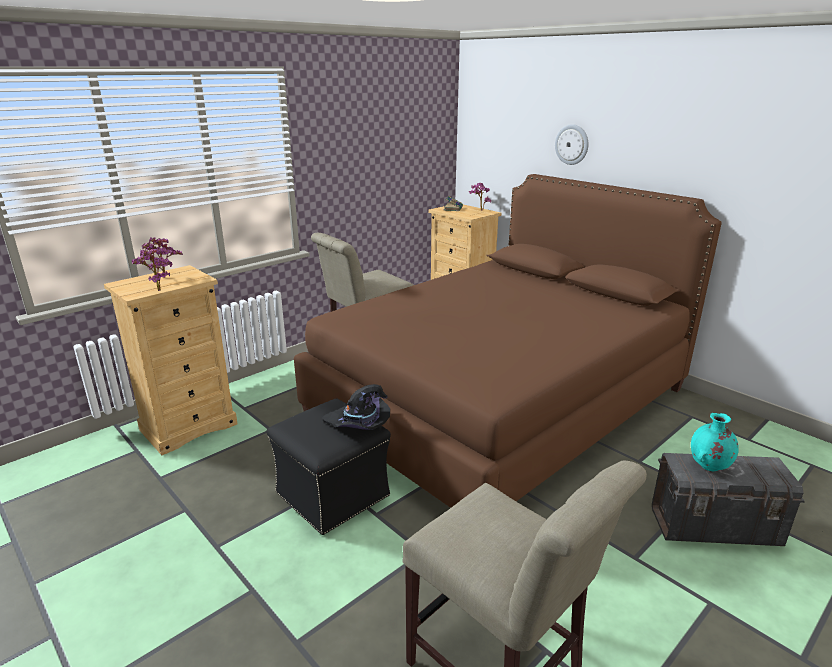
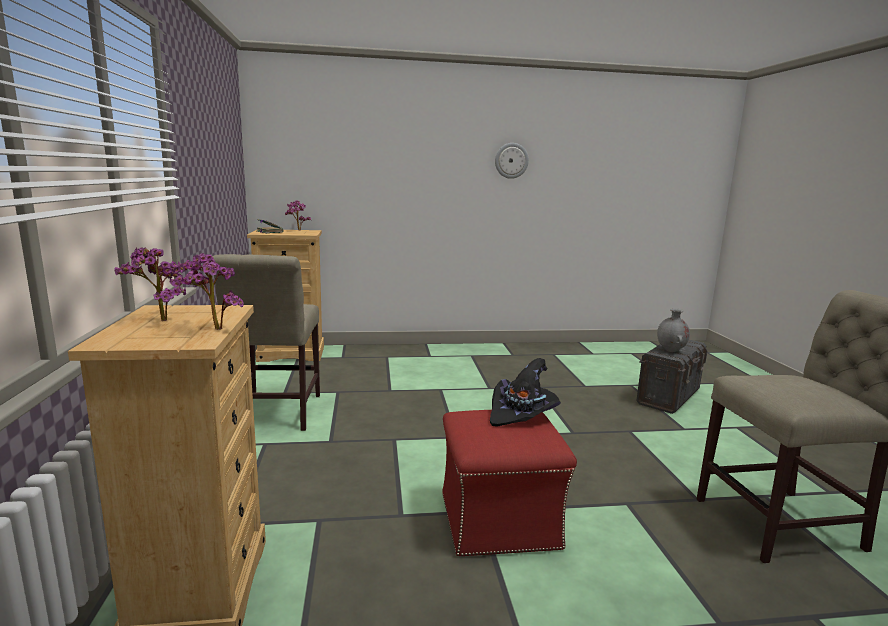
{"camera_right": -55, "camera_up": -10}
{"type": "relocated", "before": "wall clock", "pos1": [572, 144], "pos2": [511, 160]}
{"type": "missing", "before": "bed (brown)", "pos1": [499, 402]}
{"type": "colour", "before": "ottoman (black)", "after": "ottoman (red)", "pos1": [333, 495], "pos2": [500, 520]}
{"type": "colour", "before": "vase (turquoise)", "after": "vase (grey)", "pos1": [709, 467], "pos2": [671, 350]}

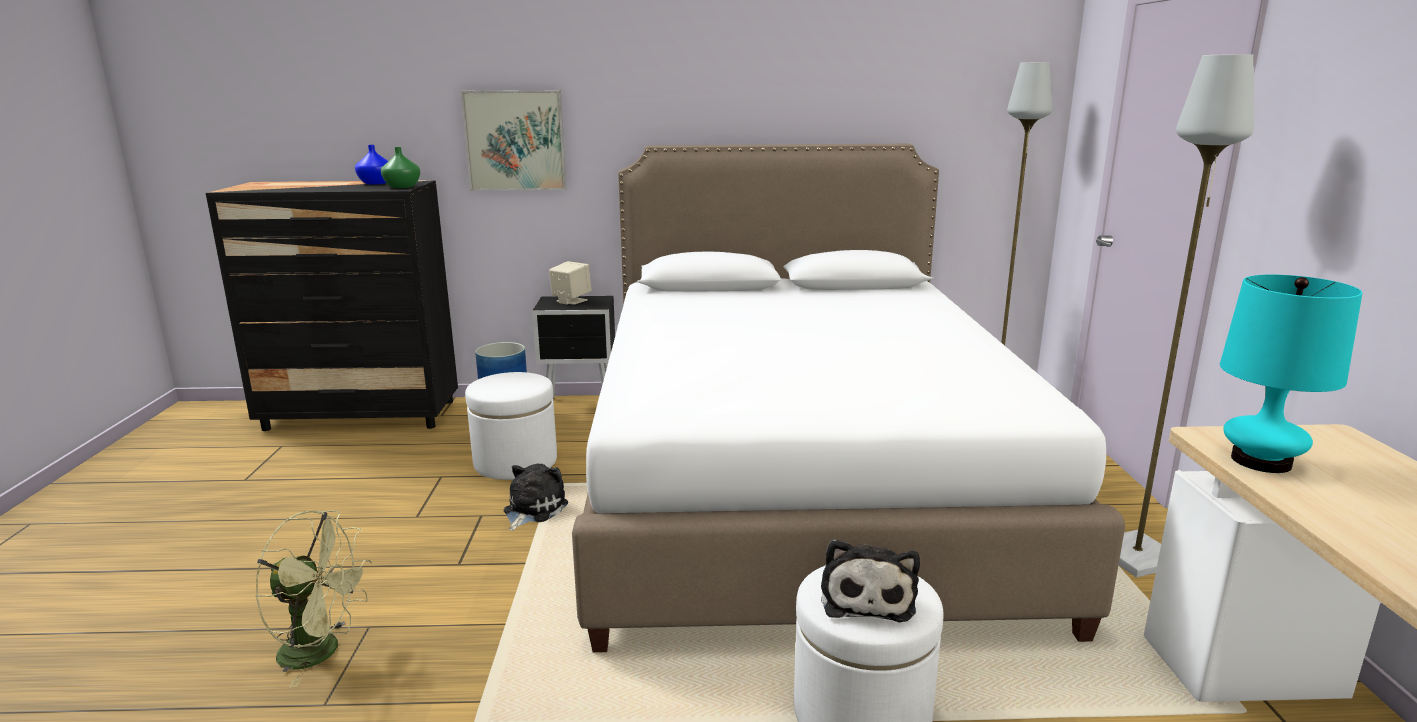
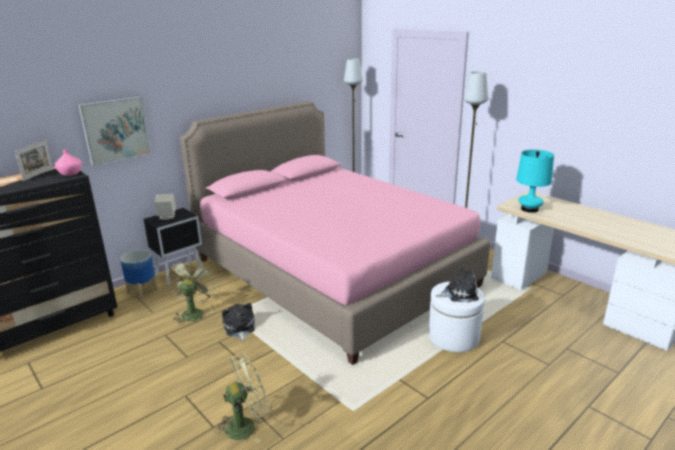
{"camera_right": -40, "camera_up": 5}
{"type": "colour", "before": "bed (white)", "after": "bed (pink)", "pos1": [798, 486], "pos2": [332, 272]}
{"type": "exchanged", "before": "vase (blue)", "after": "picture frame", "pos1": [376, 183], "pos2": [38, 174]}
{"type": "colour", "before": "vase (green)", "after": "vase (pink)", "pos1": [401, 187], "pos2": [70, 174]}
{"type": "exchanged", "before": "ottoman (white)", "after": "fan (green)", "pos1": [515, 462], "pos2": [193, 312]}
{"type": "spun", "before": "plush toy", "pos1": [867, 597], "pos2": [459, 293], "turn": -60}

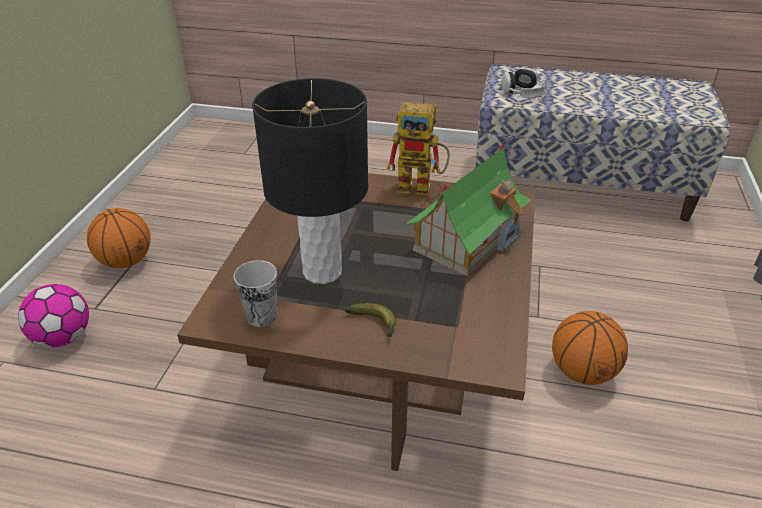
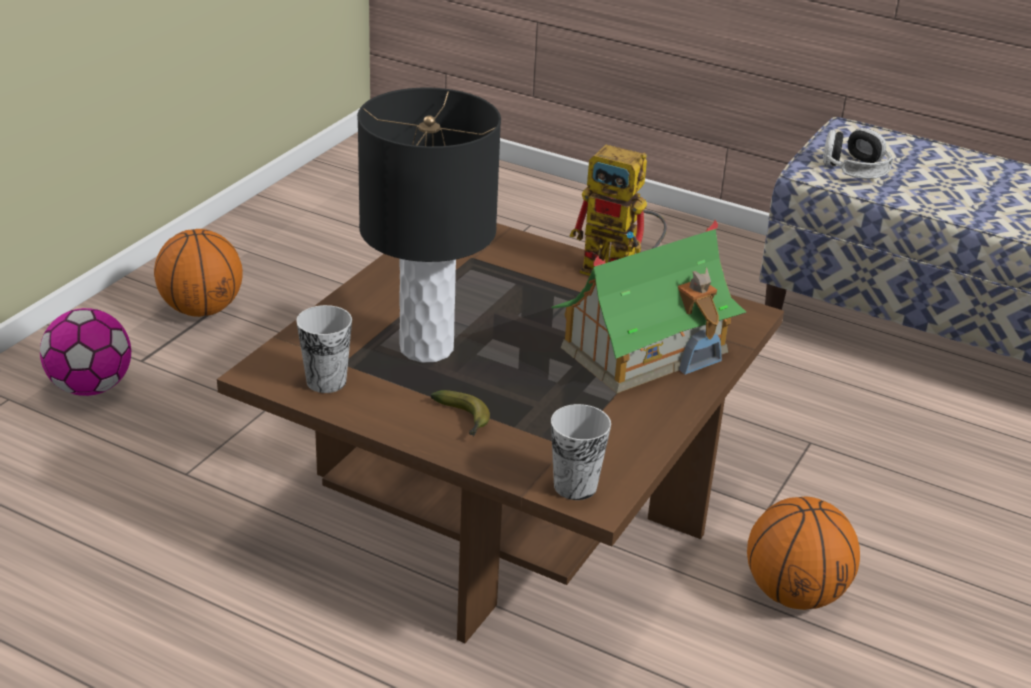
{"camera_right": 15, "camera_up": -5}
{"type": "appeared", "after": "cup", "pos2": [575, 486]}

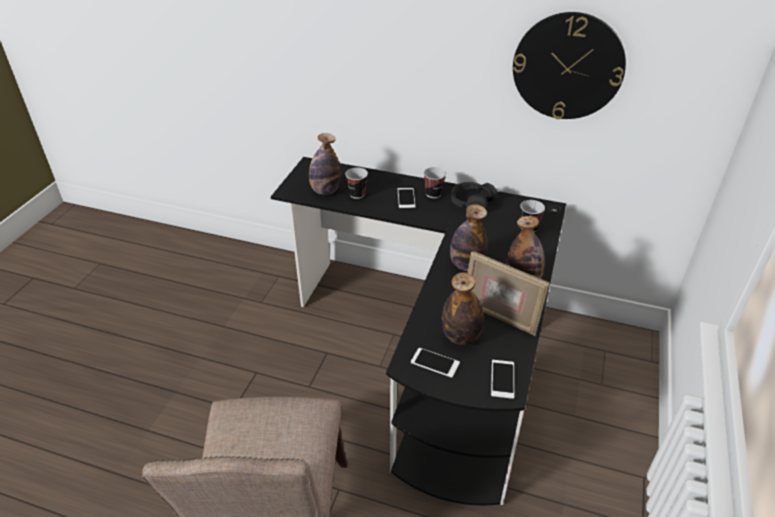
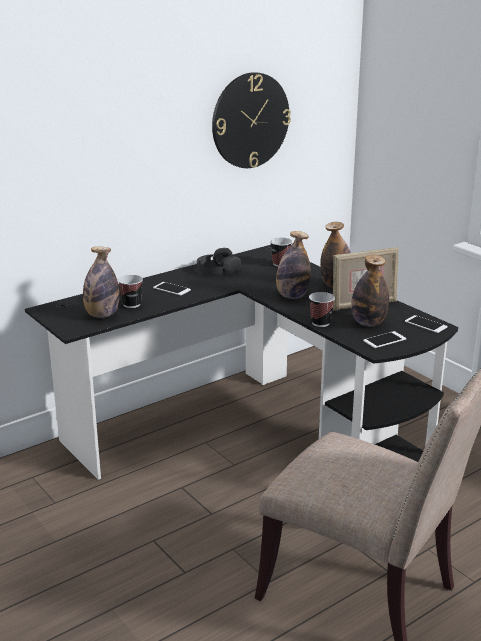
{"camera_right": -55, "camera_up": -15}
{"type": "relocated", "before": "cup", "pos1": [433, 194], "pos2": [320, 323]}

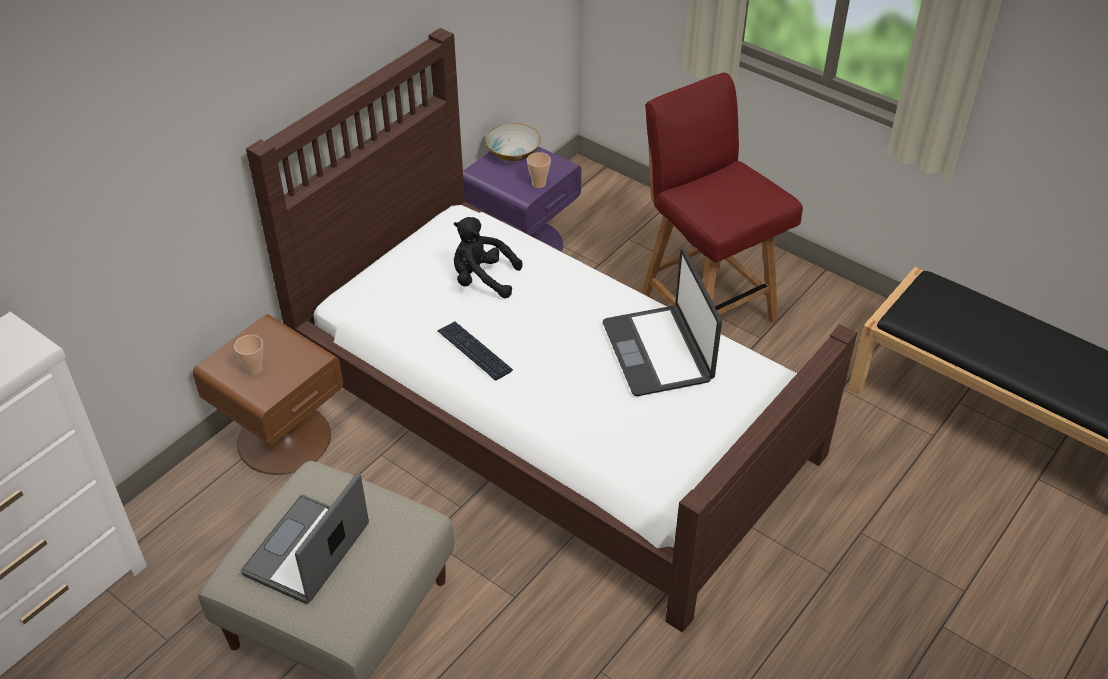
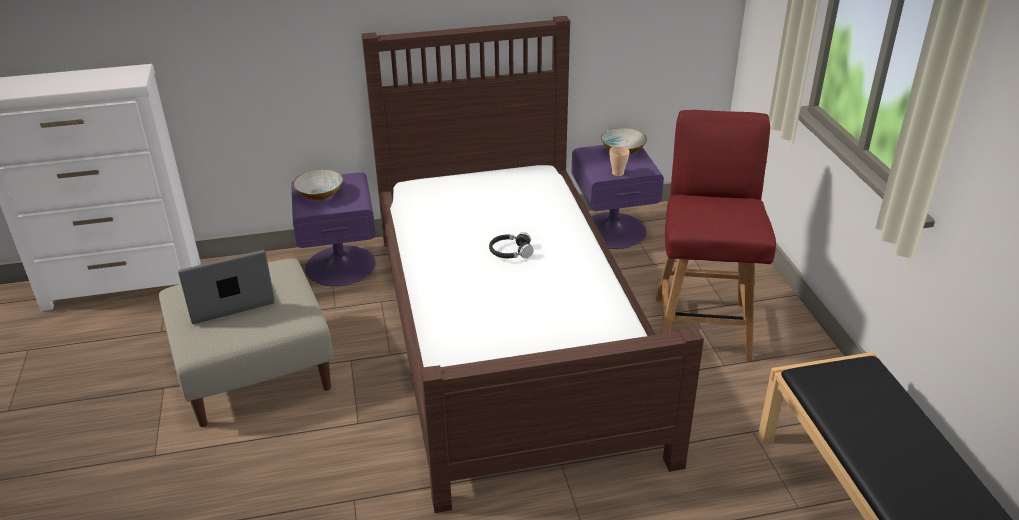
{"camera_right": 40, "camera_up": -10}
{"type": "missing", "before": "plush toy (black)", "pos1": [482, 279]}
{"type": "missing", "before": "laptop", "pos1": [659, 352]}
{"type": "colour", "before": "nightstand (brown)", "after": "nightstand (purple)", "pos1": [283, 437], "pos2": [340, 265]}
{"type": "missing", "before": "keyboard", "pos1": [474, 351]}
{"type": "exchanged", "before": "cup", "after": "bowl", "pos1": [254, 369], "pos2": [319, 195]}
{"type": "appeared", "after": "headphones (black)", "pos2": [510, 252]}

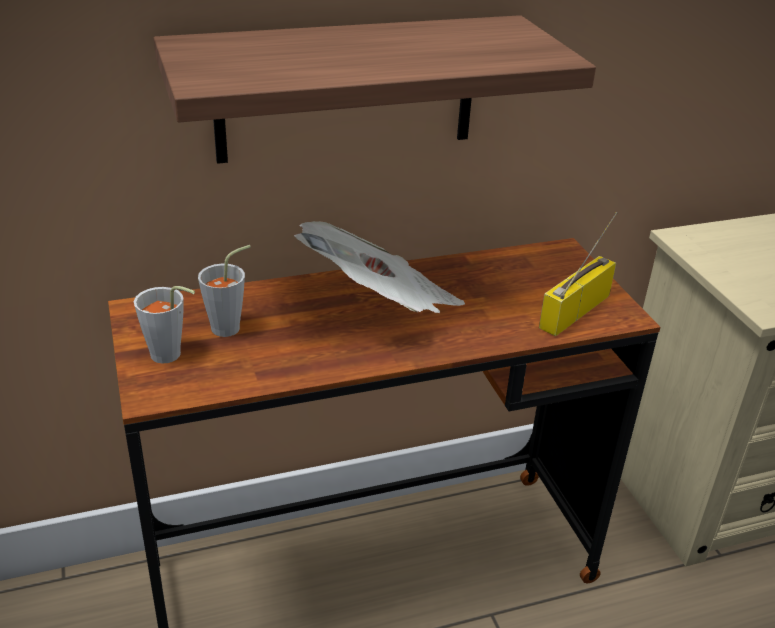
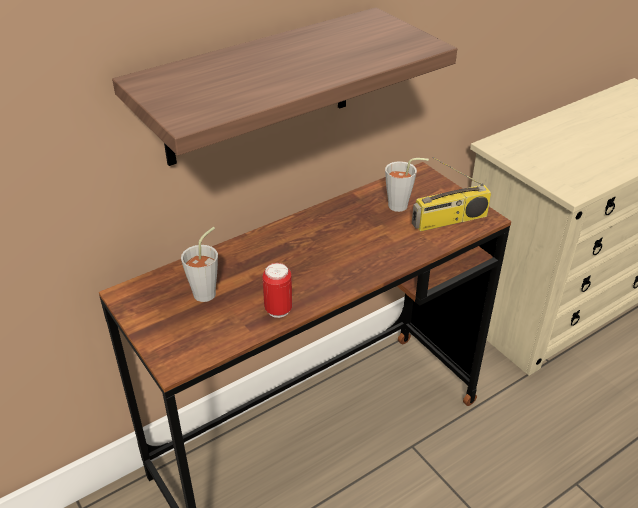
{"camera_right": -15, "camera_up": 5}
{"type": "spun", "before": "radio", "pos1": [575, 310], "pos2": [449, 221], "turn": -135}
{"type": "missing", "before": "newspaper", "pos1": [380, 306]}
{"type": "relocated", "before": "cup (grey)", "pos1": [171, 356], "pos2": [402, 206]}
{"type": "appeared", "after": "can", "pos2": [278, 310]}

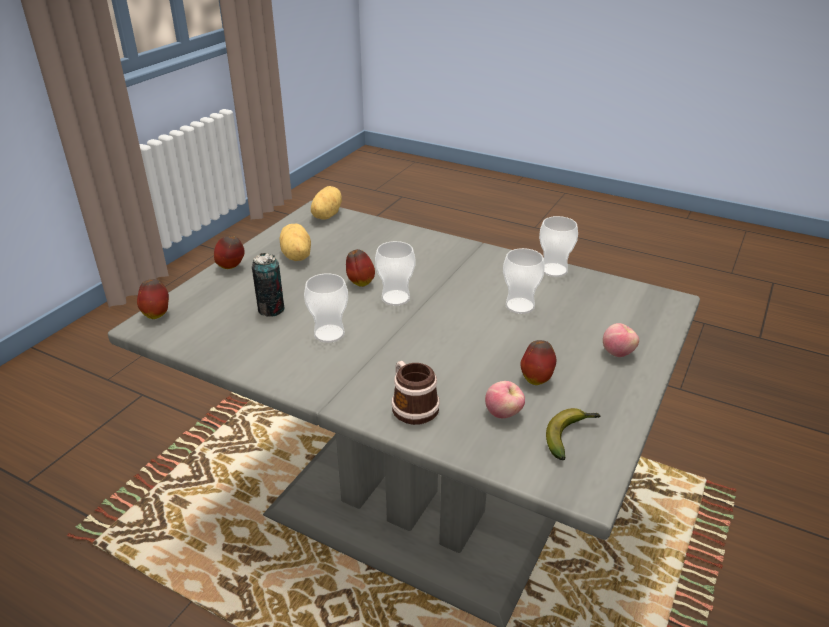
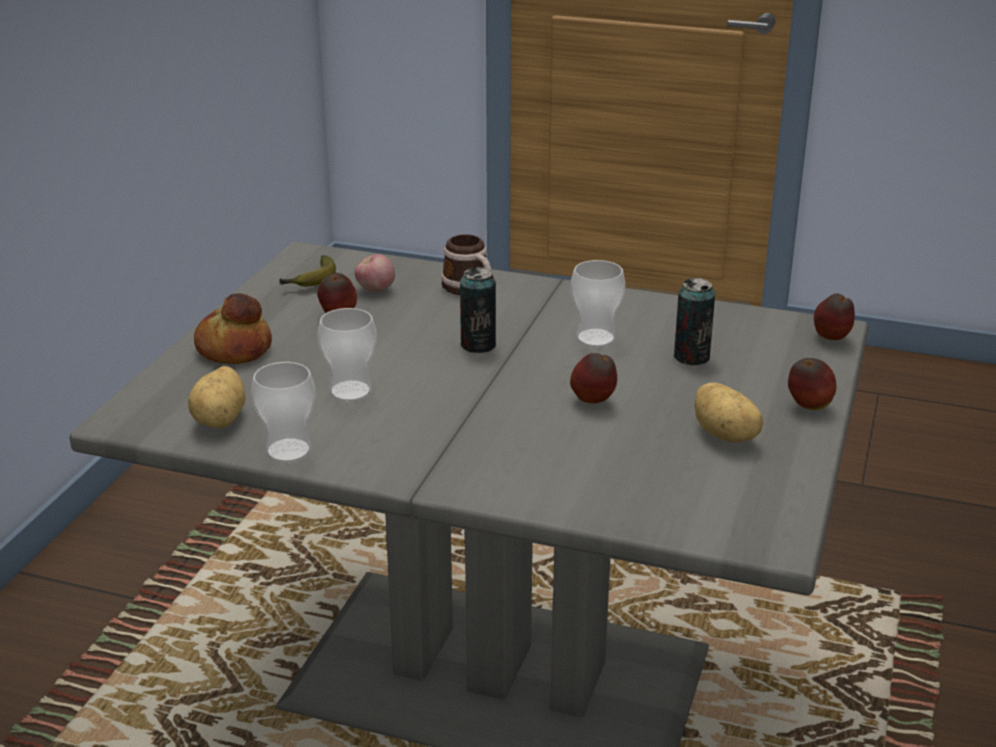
{"camera_right": 170, "camera_up": -5}
{"type": "relocated", "before": "potato", "pos1": [325, 215], "pos2": [222, 419]}
{"type": "missing", "before": "cup", "pos1": [395, 298]}
{"type": "exchanged", "before": "apple", "after": "bread", "pos1": [618, 353], "pos2": [233, 349]}
{"type": "appeared", "after": "can", "pos2": [478, 345]}

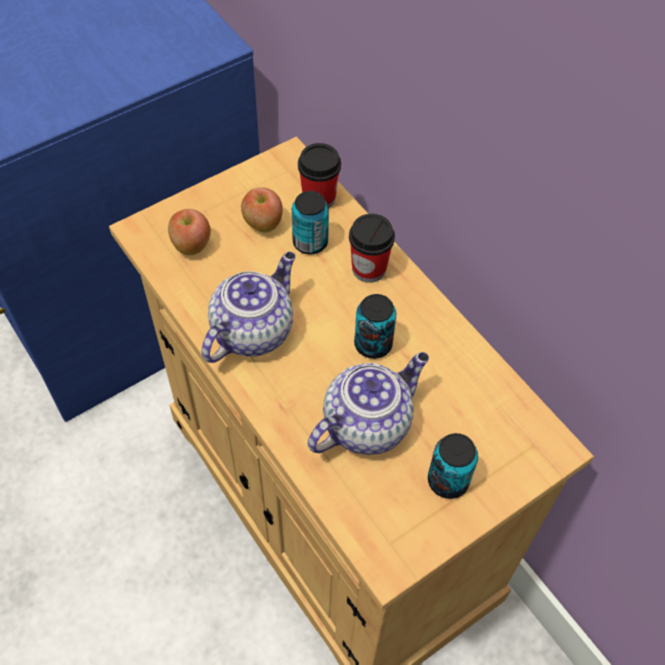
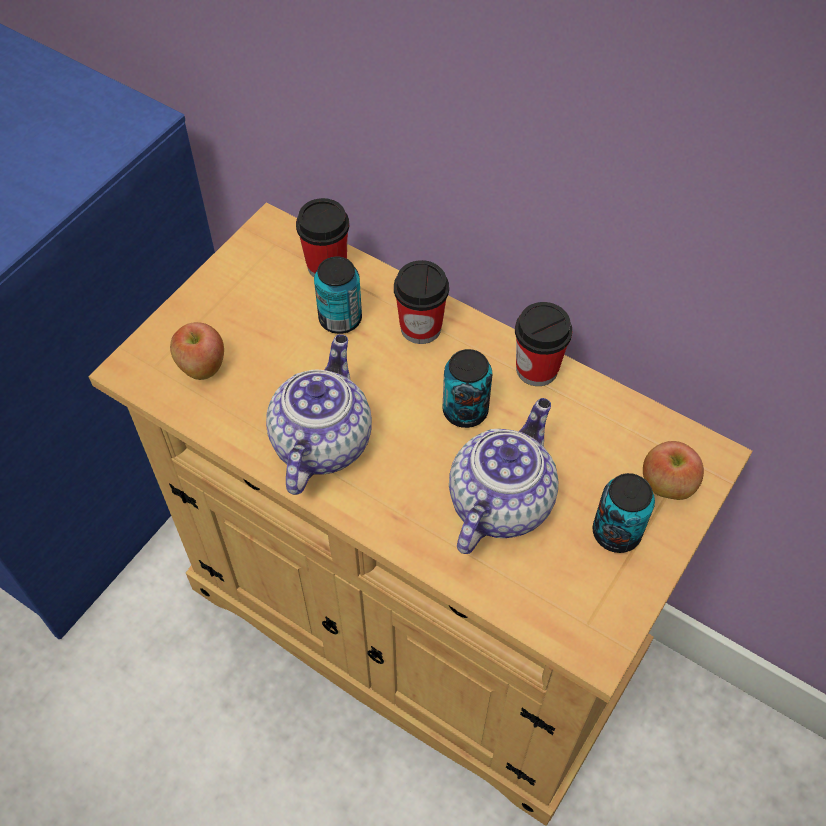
{"camera_right": -20, "camera_up": 0}
{"type": "relocated", "before": "apple", "pos1": [262, 224], "pos2": [666, 486]}
{"type": "appeared", "after": "cup", "pos2": [537, 369]}

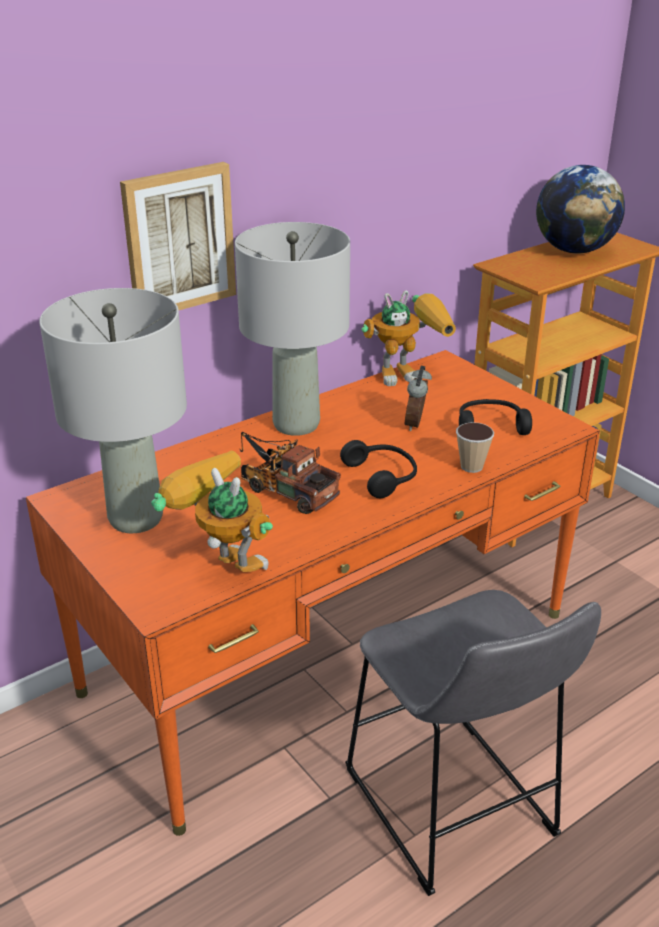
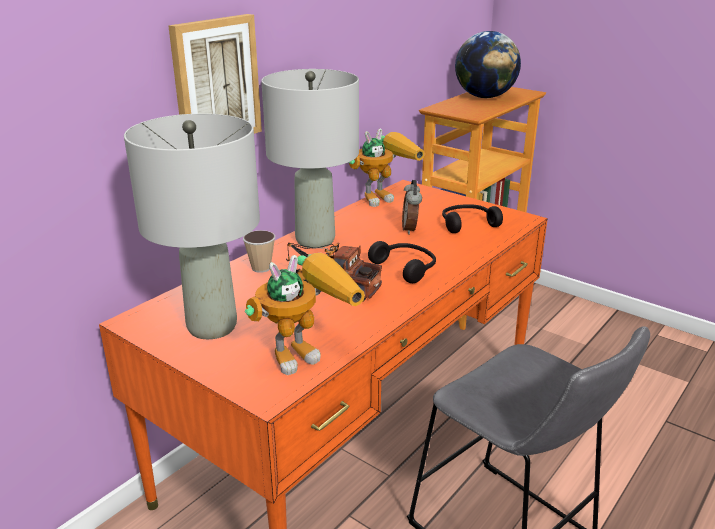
{"camera_right": -15, "camera_up": -5}
{"type": "relocated", "before": "cup", "pos1": [471, 466], "pos2": [261, 268]}
{"type": "spun", "before": "toy robot", "pos1": [220, 563], "pos2": [306, 350], "turn": 120}

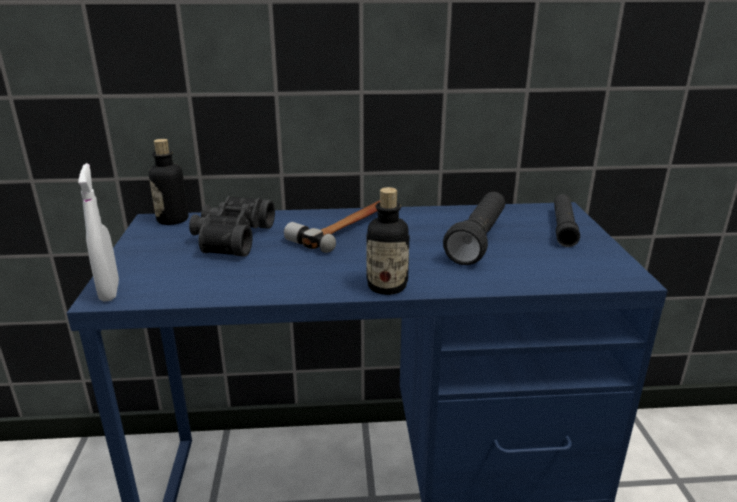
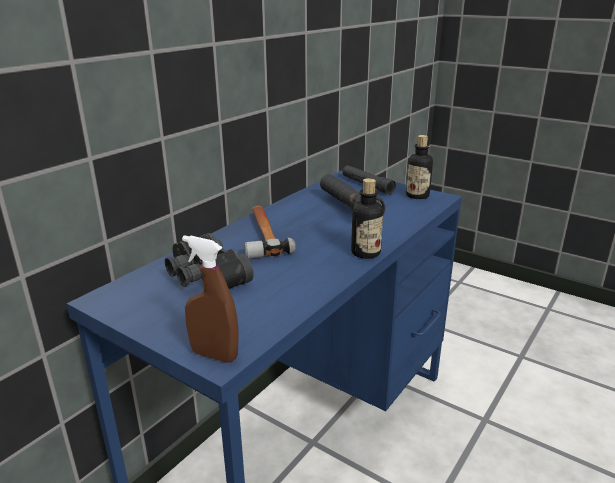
{"camera_right": -50, "camera_up": 0}
{"type": "relocated", "before": "bottle", "pos1": [172, 220], "pos2": [417, 195]}
{"type": "colour", "before": "spray bottle (white)", "after": "spray bottle (brown)", "pos1": [109, 291], "pos2": [214, 355]}

